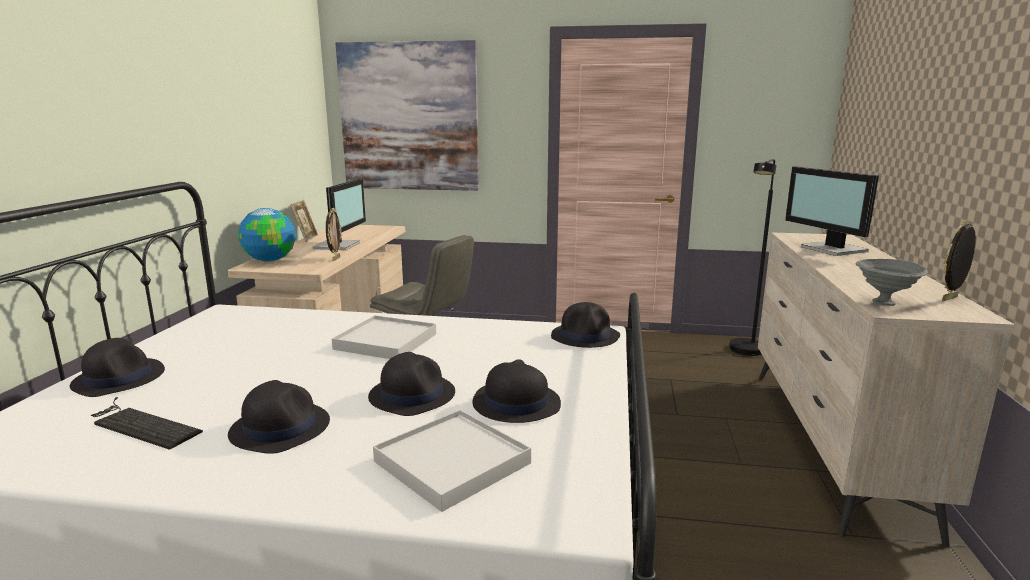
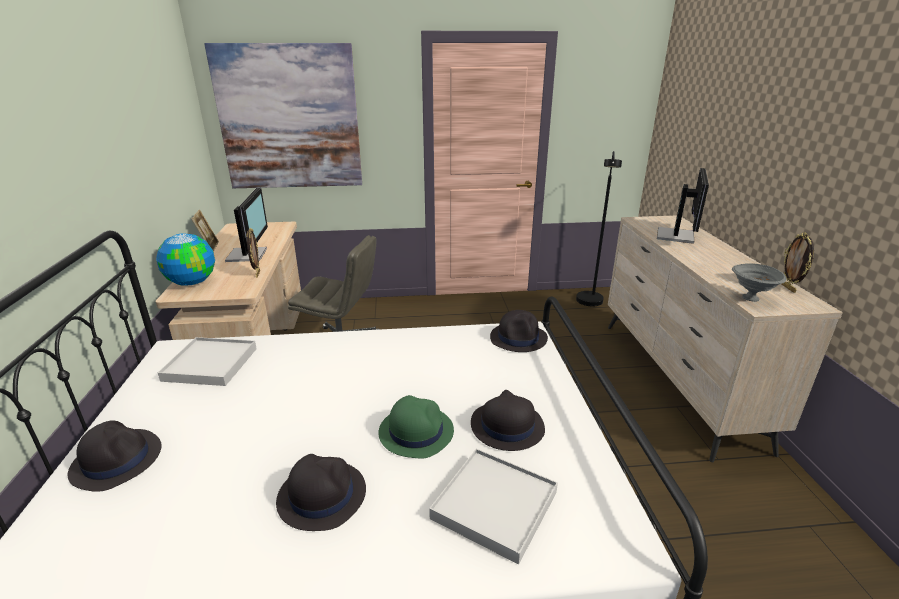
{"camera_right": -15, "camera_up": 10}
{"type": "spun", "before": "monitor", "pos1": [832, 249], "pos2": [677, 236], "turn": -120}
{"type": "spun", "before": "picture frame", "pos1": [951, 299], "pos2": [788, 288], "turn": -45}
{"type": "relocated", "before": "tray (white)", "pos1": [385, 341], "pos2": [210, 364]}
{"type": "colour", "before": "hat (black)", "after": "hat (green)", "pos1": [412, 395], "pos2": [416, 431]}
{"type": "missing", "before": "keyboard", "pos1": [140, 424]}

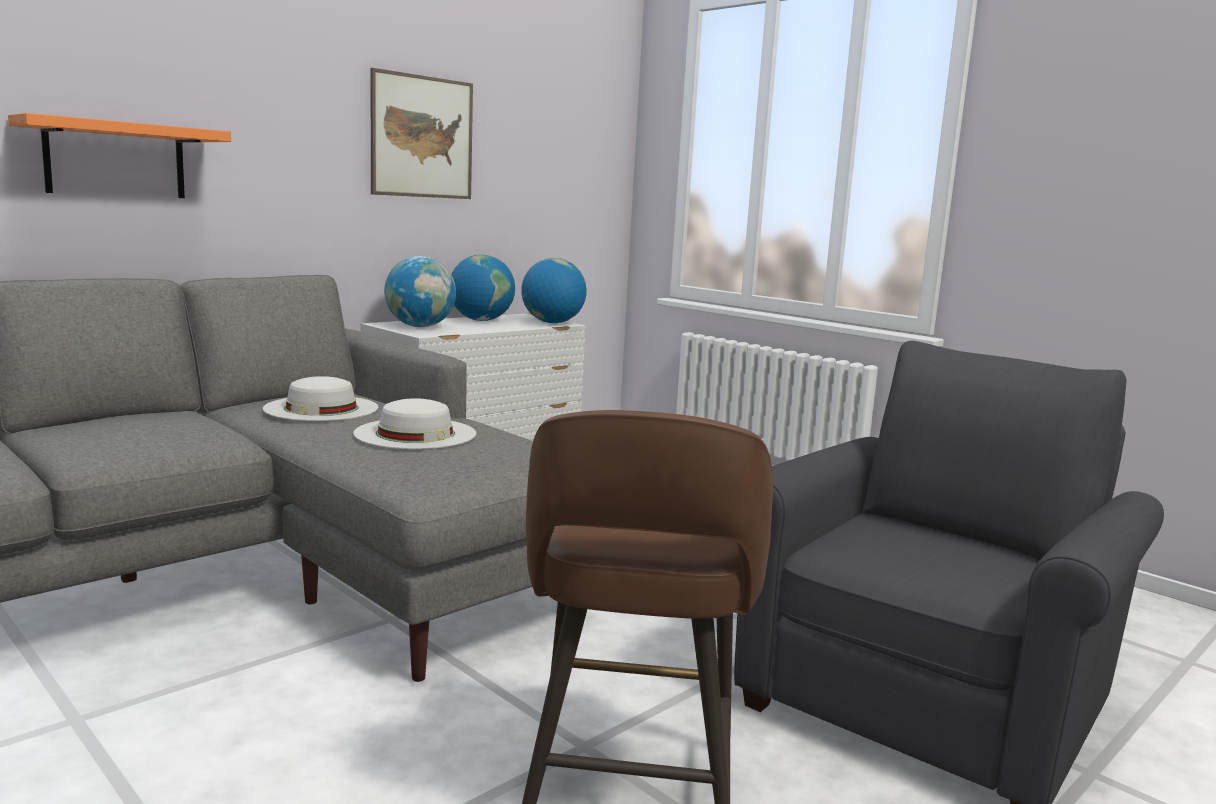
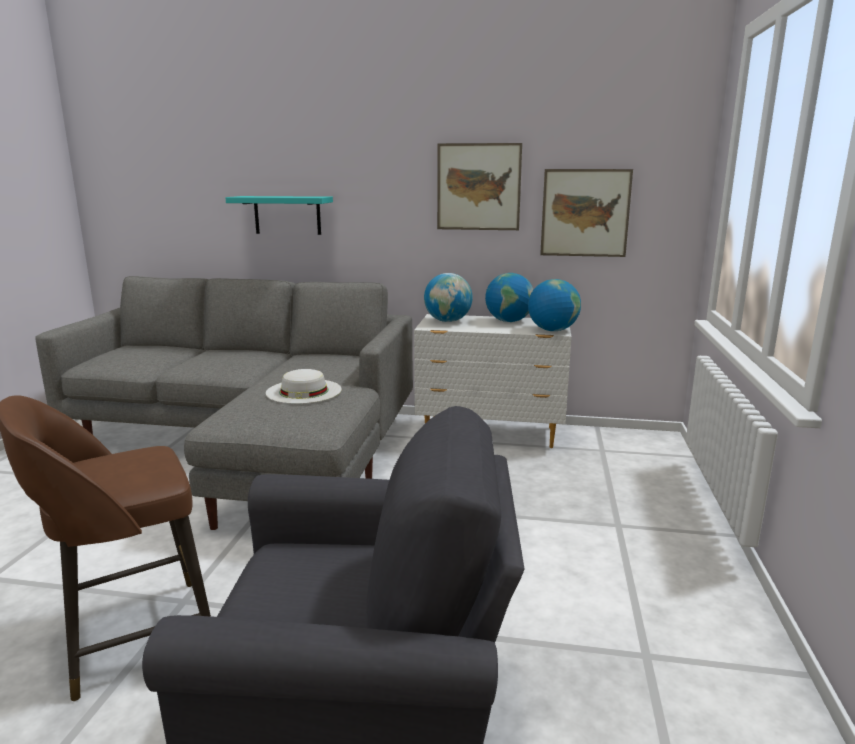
{"camera_right": 55, "camera_up": 5}
{"type": "colour", "before": "shelf (orange)", "after": "shelf (turquoise)", "pos1": [115, 160], "pos2": [287, 215]}
{"type": "missing", "before": "hat (white)", "pos1": [321, 408]}
{"type": "appeared", "after": "picture", "pos2": [585, 213]}

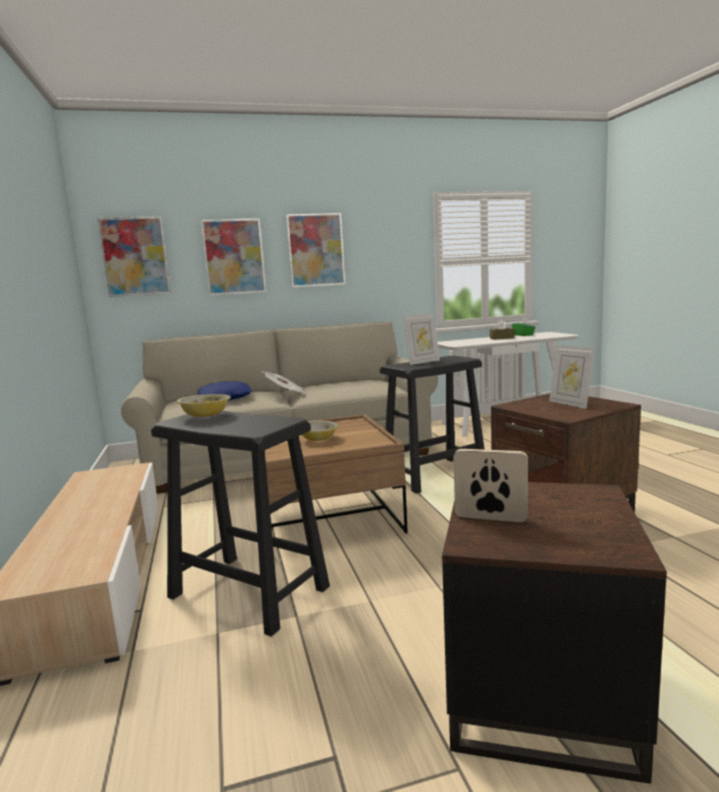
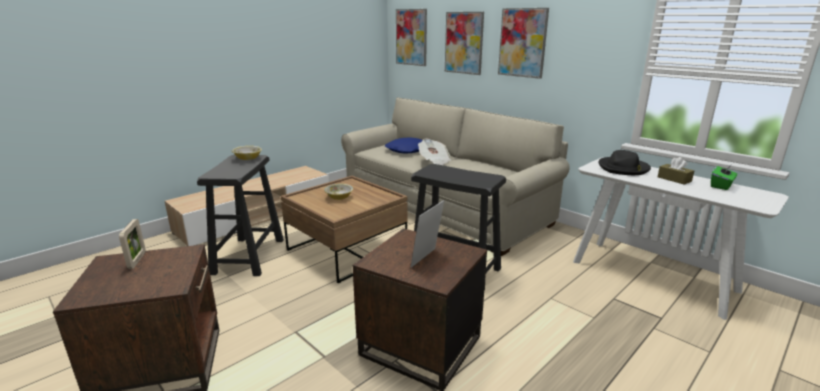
{"camera_right": 60, "camera_up": 10}
{"type": "missing", "before": "picture frame", "pos1": [422, 362]}
{"type": "appeared", "after": "hat (black)", "pos2": [623, 168]}

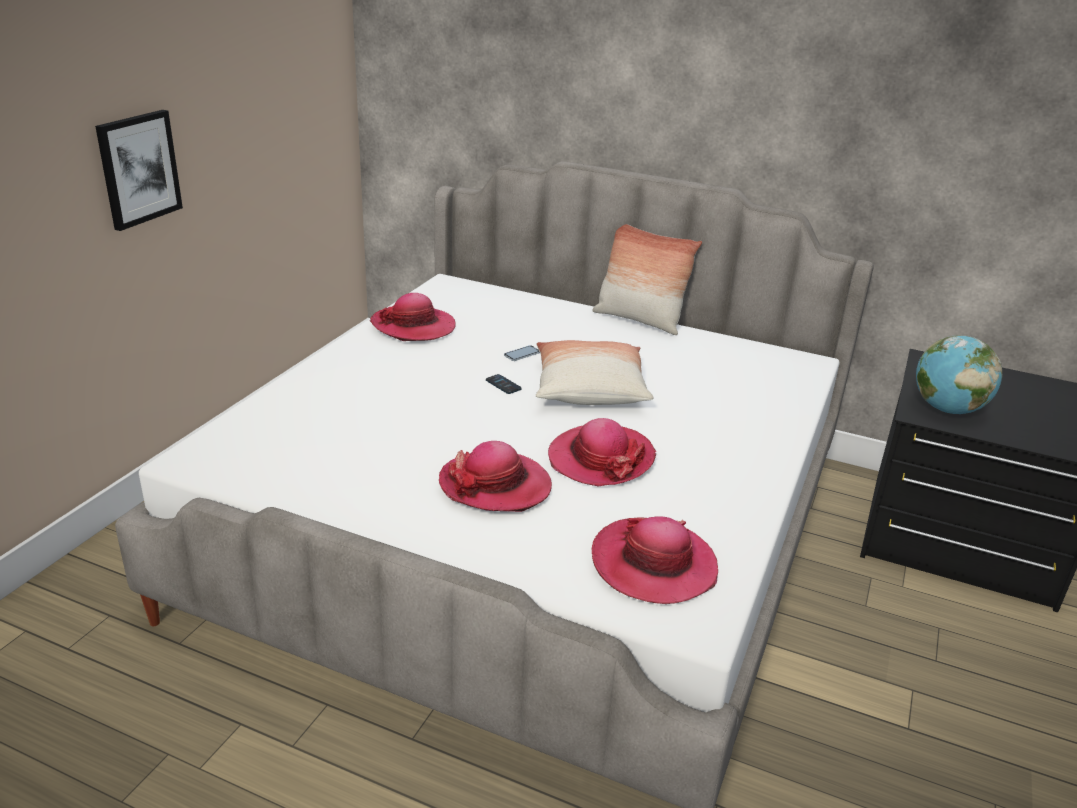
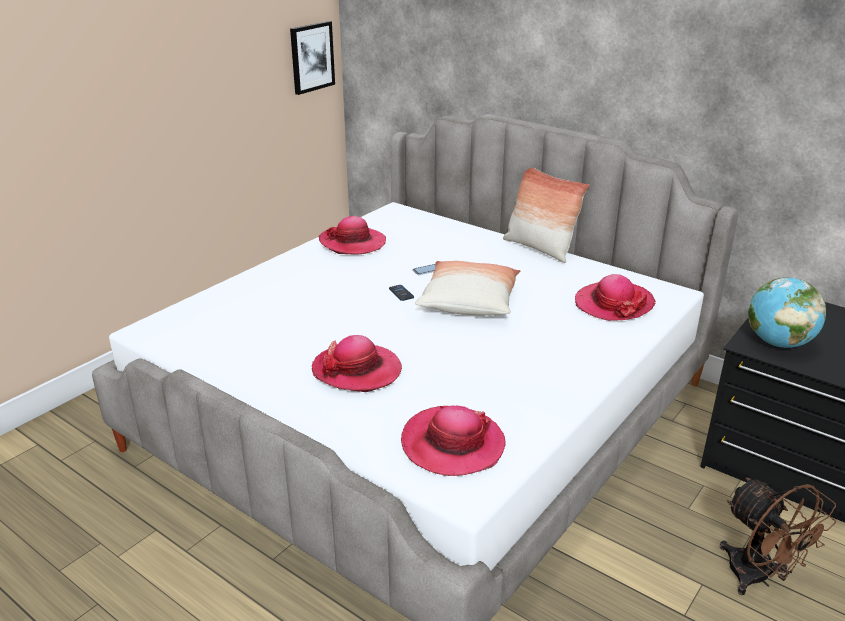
{"camera_right": 15, "camera_up": 0}
{"type": "relocated", "before": "picture", "pos1": [138, 169], "pos2": [311, 57]}
{"type": "relocated", "before": "hat", "pos1": [600, 458], "pos2": [613, 304]}
{"type": "appeared", "after": "fan (brown)", "pos2": [758, 578]}

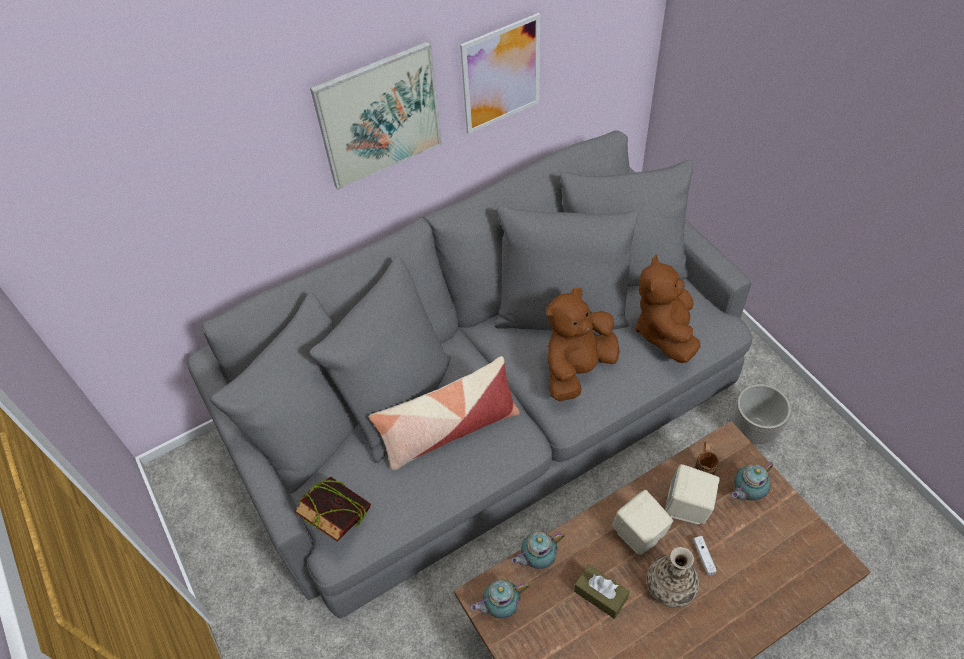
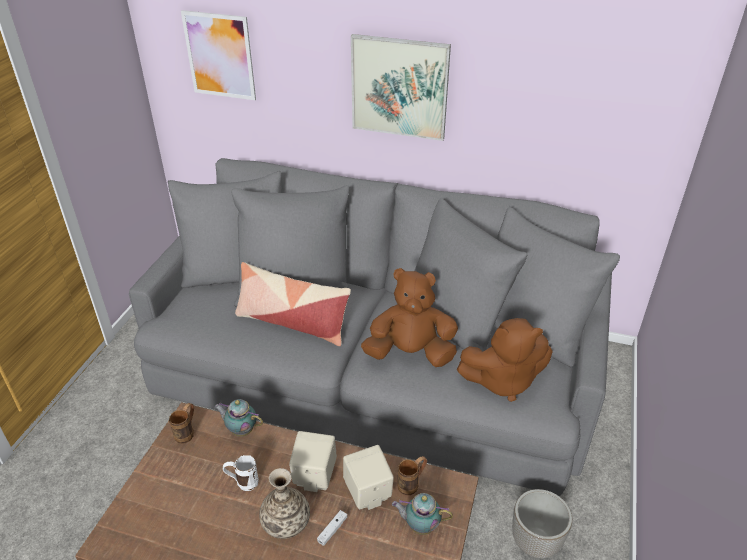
{"camera_right": 45, "camera_up": -15}
{"type": "relocated", "before": "picture", "pos1": [501, 74], "pos2": [220, 55]}
{"type": "spun", "before": "plush toy (brown)", "pos1": [665, 331], "pos2": [503, 381], "turn": -150}
{"type": "missing", "before": "book", "pos1": [340, 522]}
{"type": "exchanged", "before": "tissue box (brown)", "after": "mug (white)", "pos1": [600, 595], "pos2": [242, 483]}
{"type": "exchanged", "before": "teapot", "after": "mug (brown)", "pos1": [500, 606], "pos2": [187, 432]}

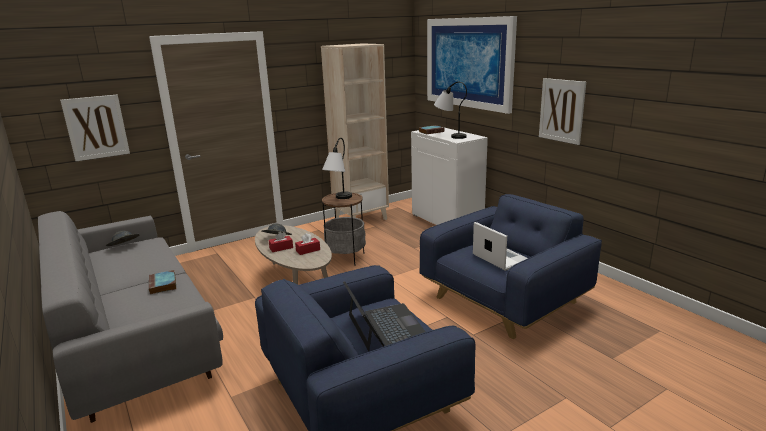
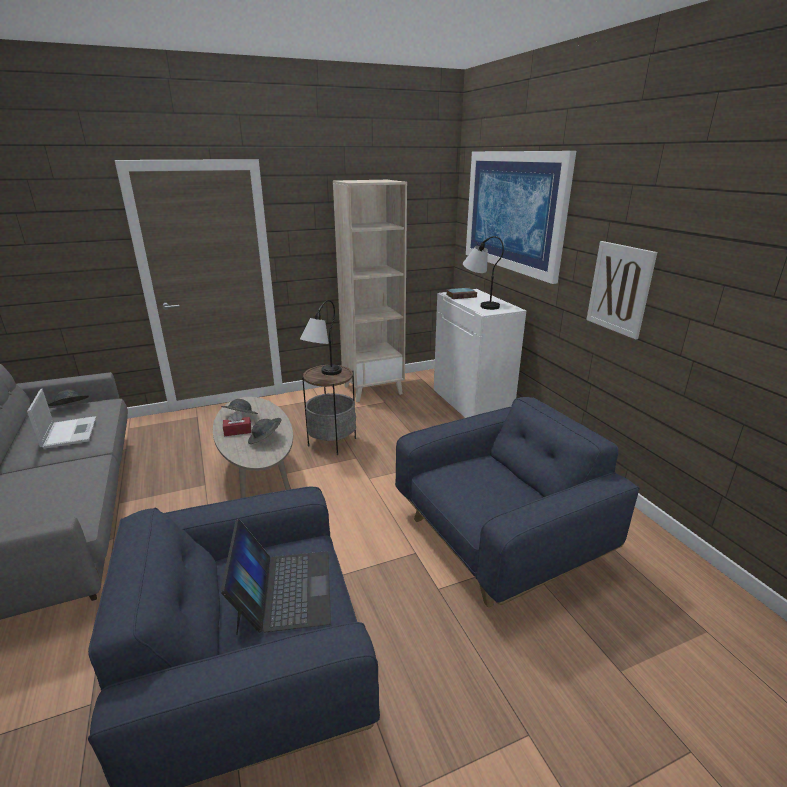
{"camera_right": 10, "camera_up": 5}
{"type": "missing", "before": "picture", "pos1": [96, 127]}
{"type": "relocated", "before": "laptop", "pos1": [500, 258], "pos2": [69, 432]}
{"type": "exchanged", "before": "tissue box (red)", "after": "hat (grey)", "pos1": [308, 250], "pos2": [265, 439]}
{"type": "missing", "before": "book", "pos1": [163, 285]}

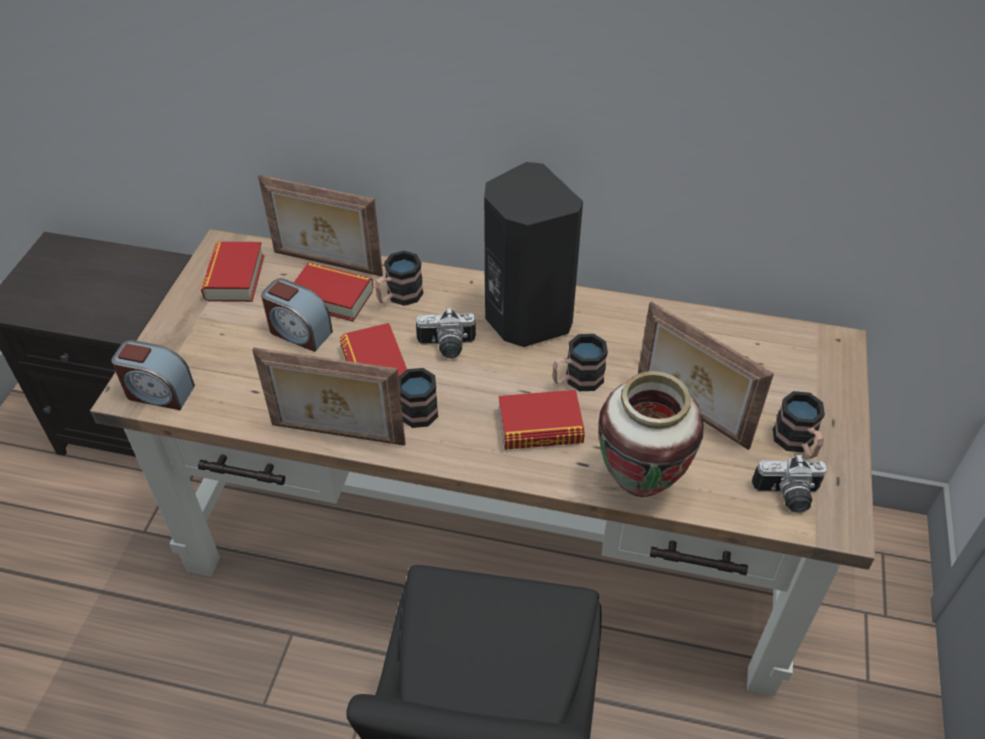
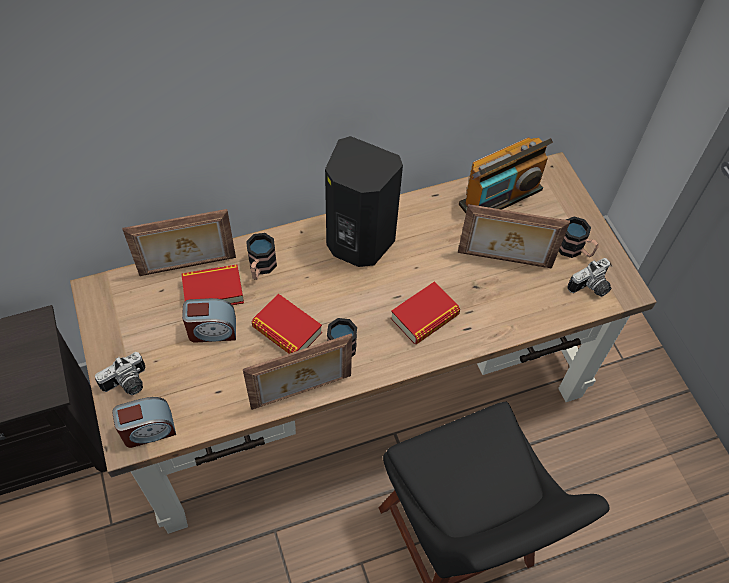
{"camera_right": -35, "camera_up": 10}
{"type": "missing", "before": "book", "pos1": [235, 278]}
{"type": "relocated", "before": "photo camera", "pos1": [446, 347], "pos2": [127, 384]}
{"type": "missing", "before": "mug", "pos1": [577, 380]}
{"type": "missing", "before": "vase", "pos1": [640, 484]}
{"type": "appeared", "after": "radio", "pos2": [500, 197]}

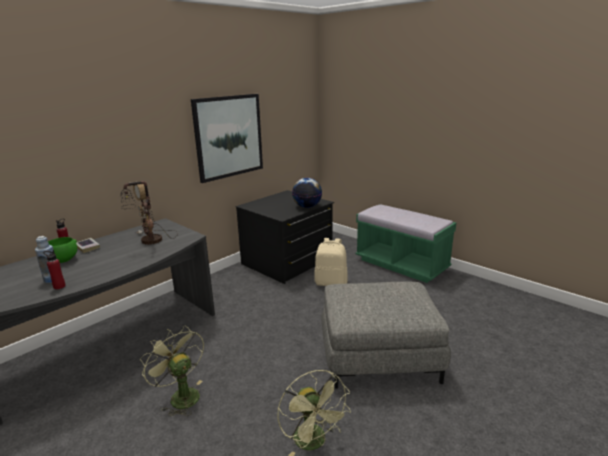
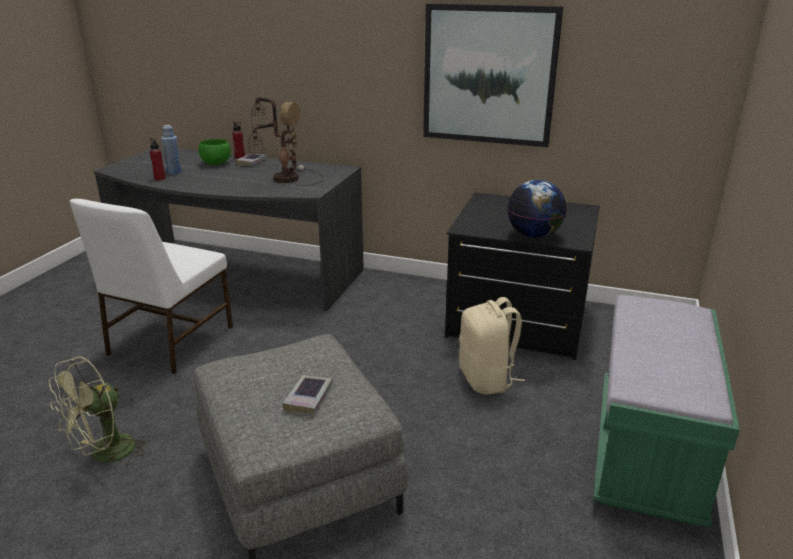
{"camera_right": 65, "camera_up": 5}
{"type": "exchanged", "before": "fan (green)", "after": "chair (white)", "pos1": [180, 395], "pos2": [169, 341]}
{"type": "appeared", "after": "book", "pos2": [308, 398]}

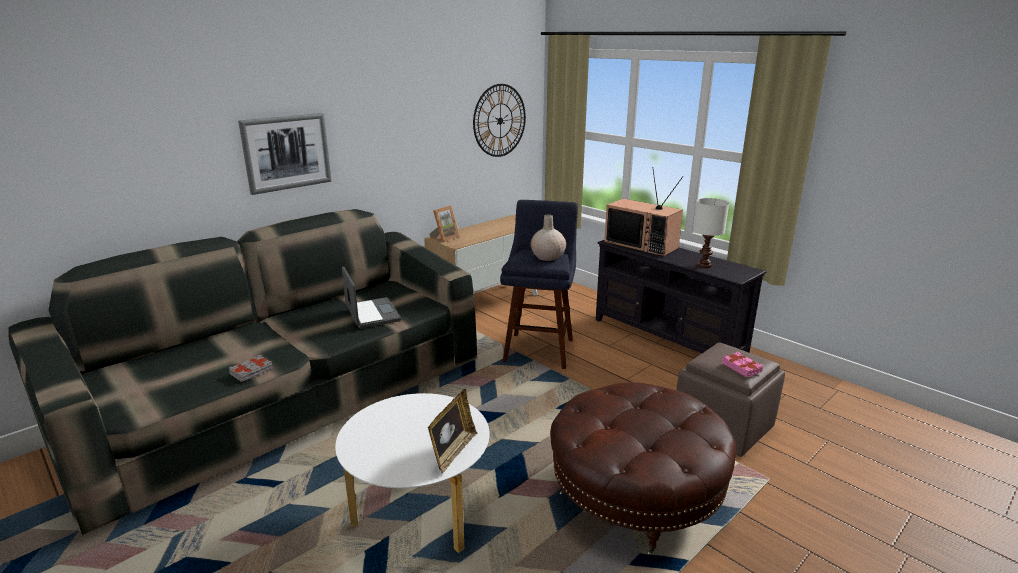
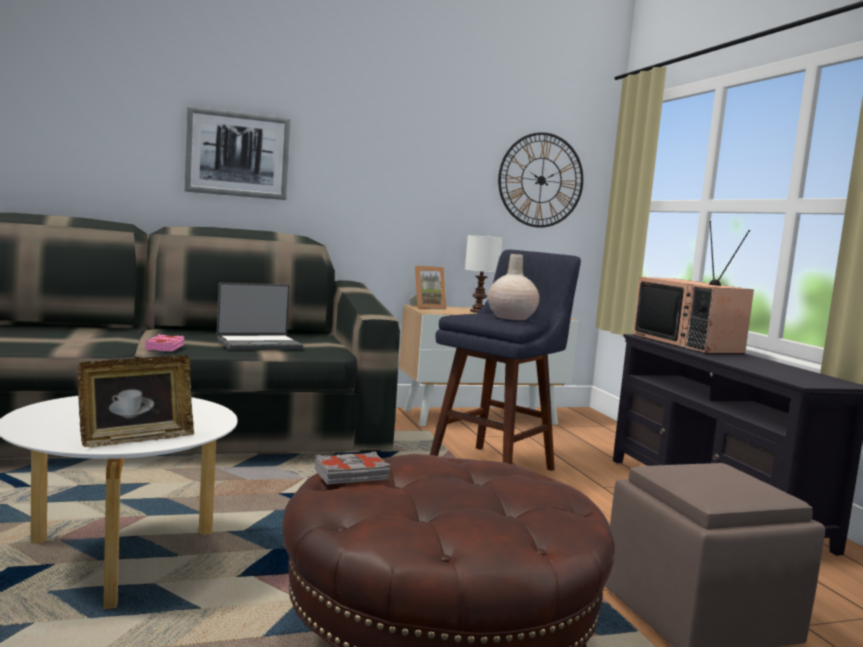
{"camera_right": 25, "camera_up": -15}
{"type": "relocated", "before": "table lamp (white)", "pos1": [704, 265], "pos2": [479, 311]}
{"type": "spun", "before": "laptop", "pos1": [371, 314], "pos2": [259, 344], "turn": 60}
{"type": "relocated", "before": "book (pink)", "pos1": [741, 367], "pos2": [165, 347]}
{"type": "relocated", "before": "book (grey)", "pos1": [252, 371], "pos2": [352, 475]}

